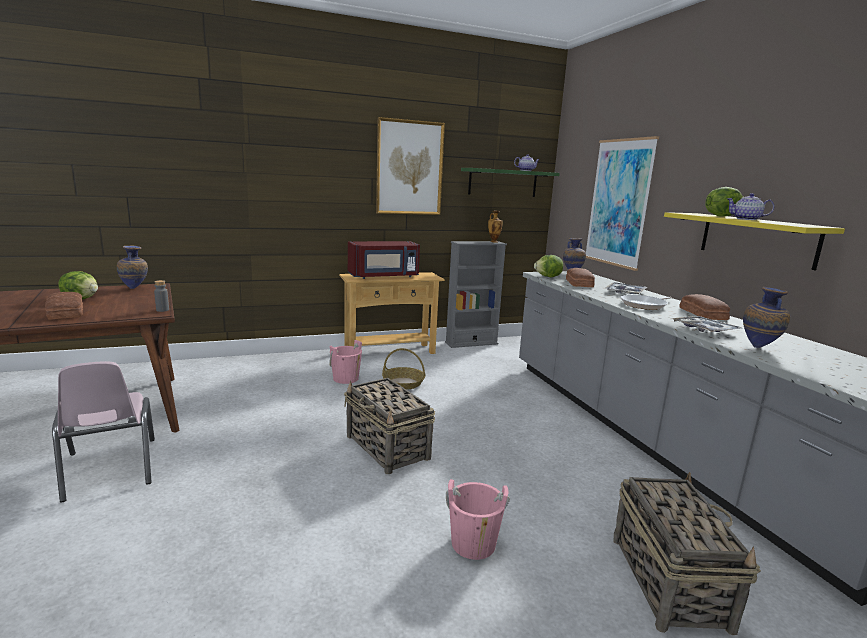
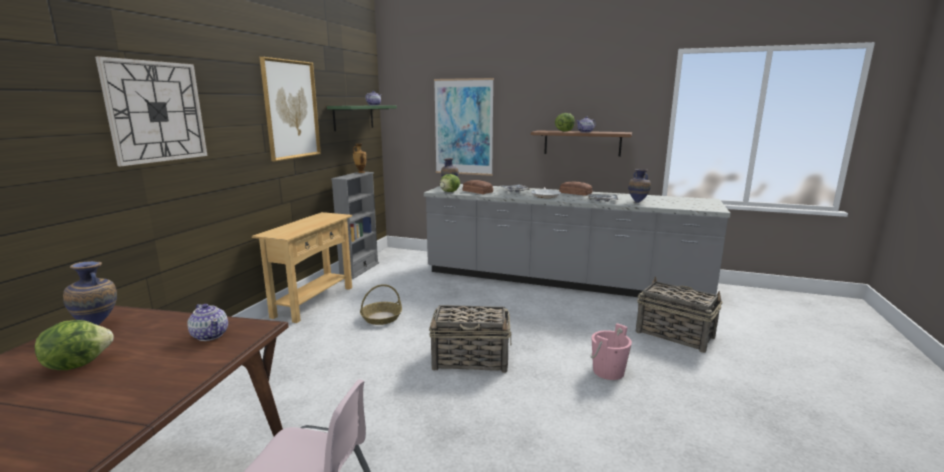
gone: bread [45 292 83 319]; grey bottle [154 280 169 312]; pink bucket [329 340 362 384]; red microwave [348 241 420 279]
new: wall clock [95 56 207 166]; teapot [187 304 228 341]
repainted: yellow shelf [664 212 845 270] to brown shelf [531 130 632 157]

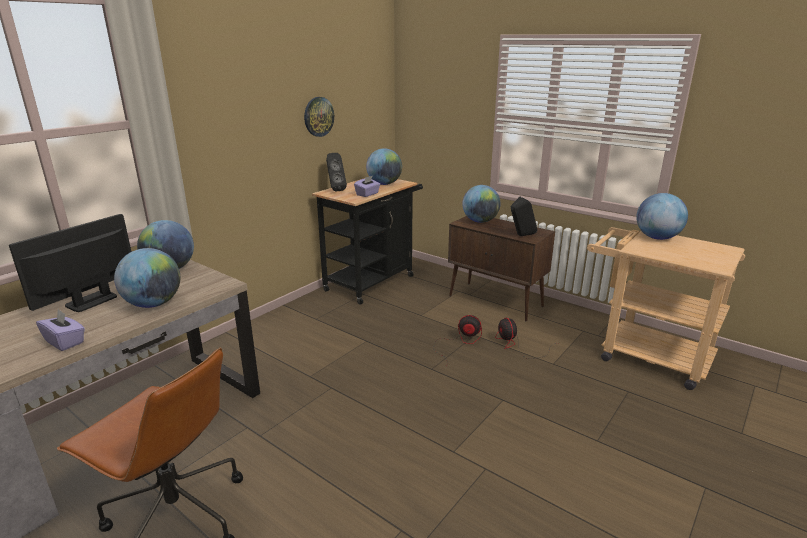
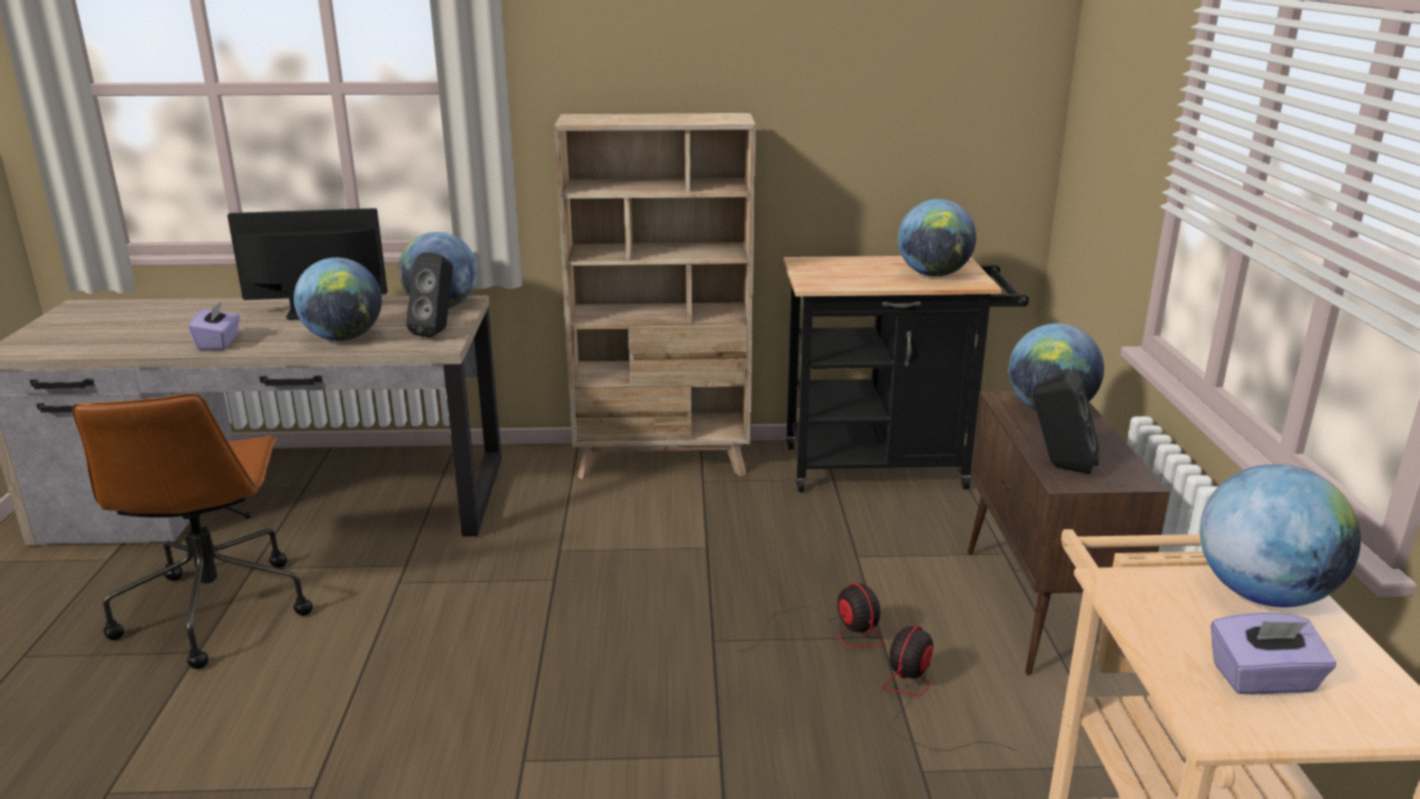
gone: wall clock [304 97 334 137]
new: beige bookcase [554 113 756 479]
shifted: black speaker [326 153 347 192] to [406 253 453 338]; purple tissue box [354 176 380 197] to [1211 612 1336 695]

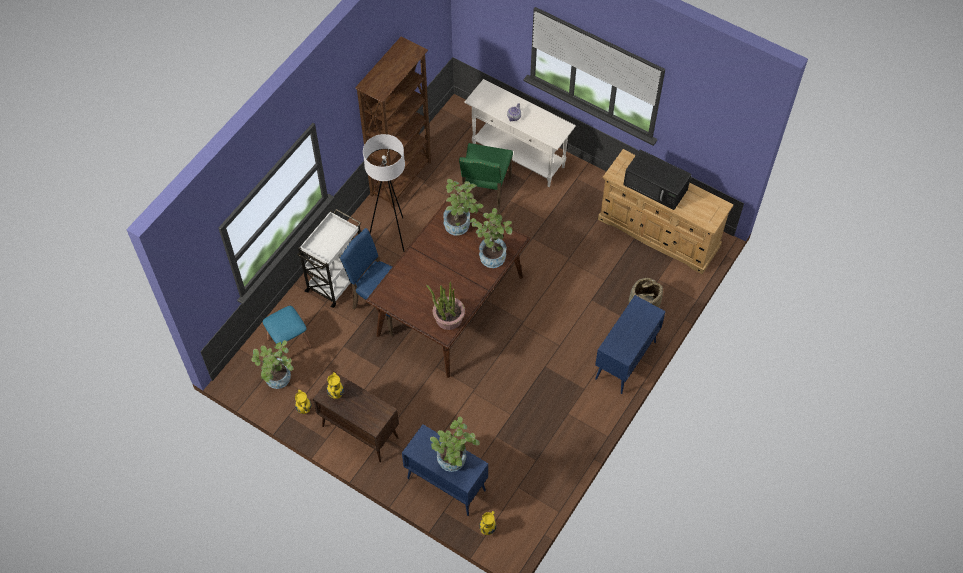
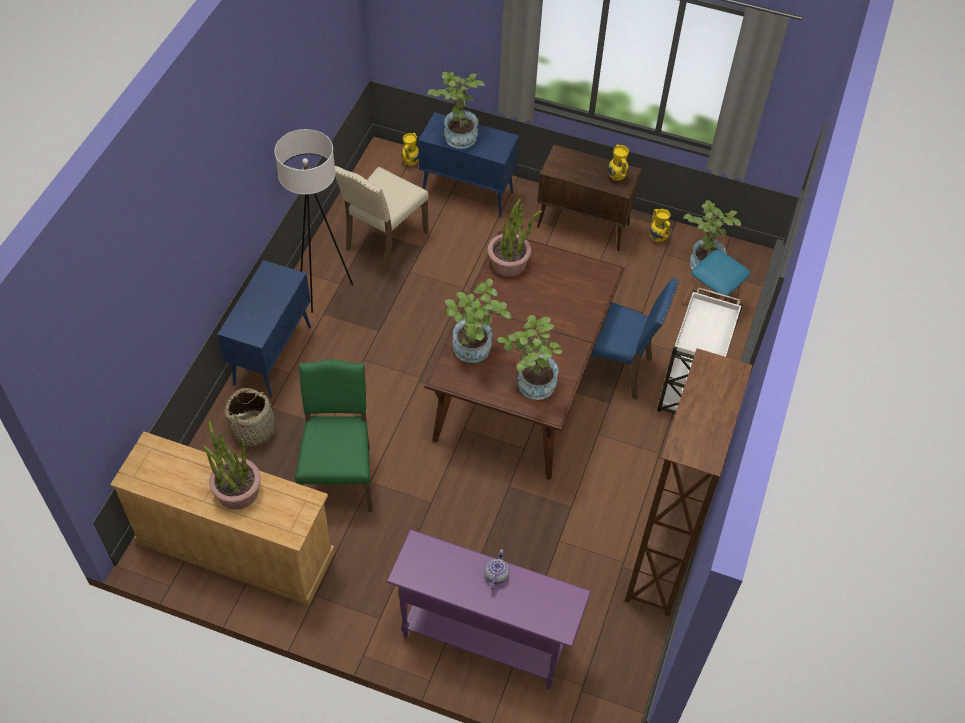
new: beige chair [335 166 429 272]
shifted: white floor lamp [363 134 405 252] to [275 129 353 313]; green chair [459 143 513 215] to [295 360 373 512]
swapped: black microwave [623 149 691 210] to potted plant [203 420 261 510]
repainted: white console table [464 79 576 187] to purple console table [387 529 591 690]

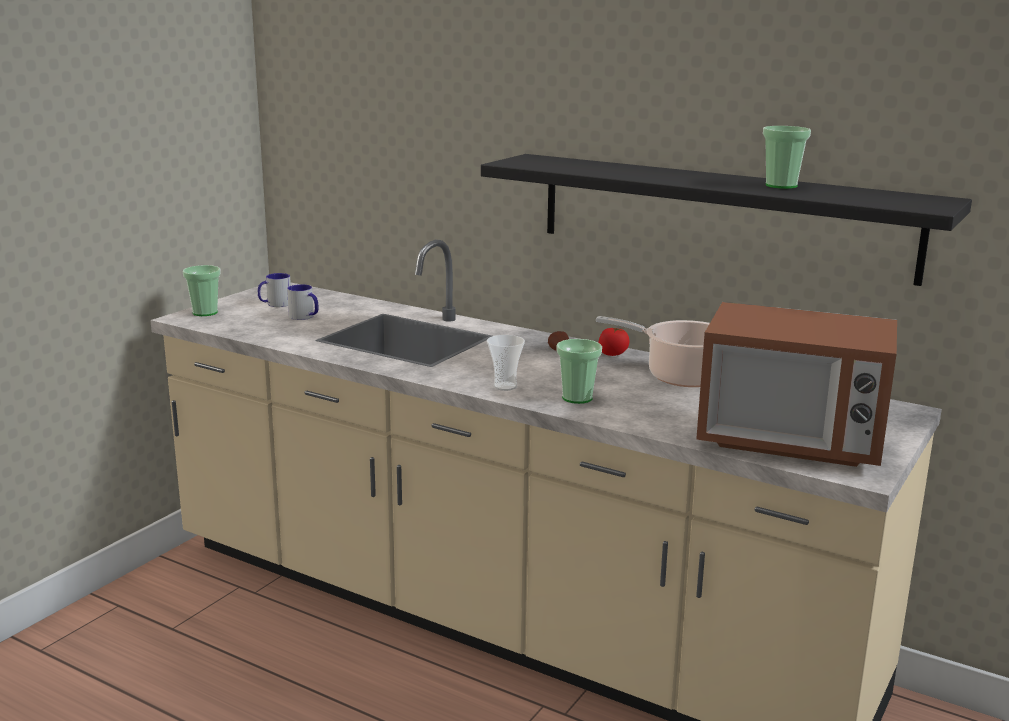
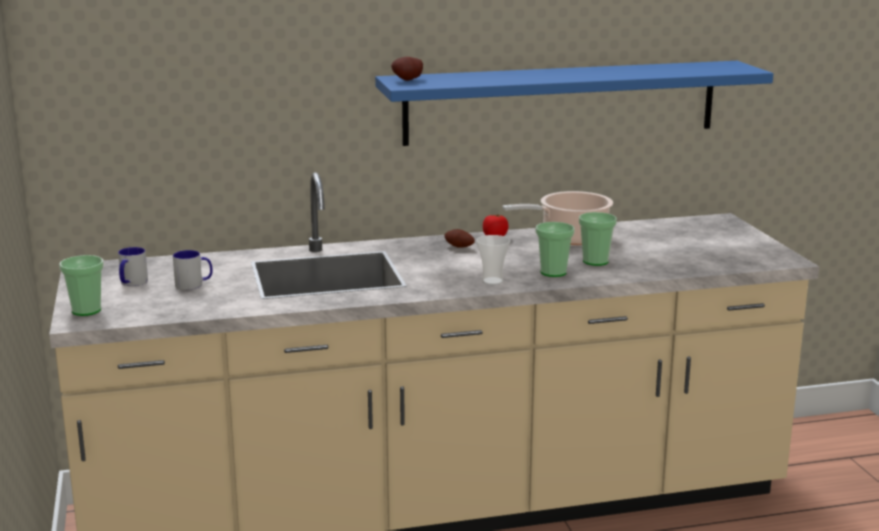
gone: microwave [696 302 897 467]
new: potato [391 57 423 81]
shifted: cup [763 126 811 189] to [579 212 617 266]
repainted: black shelf [481 154 972 286] to blue shelf [375 61 773 146]

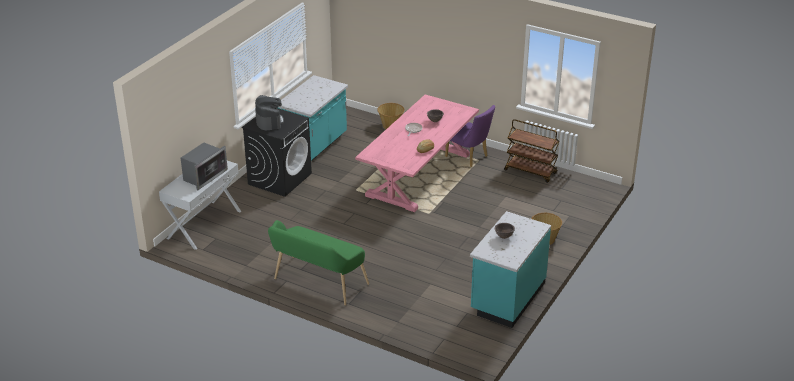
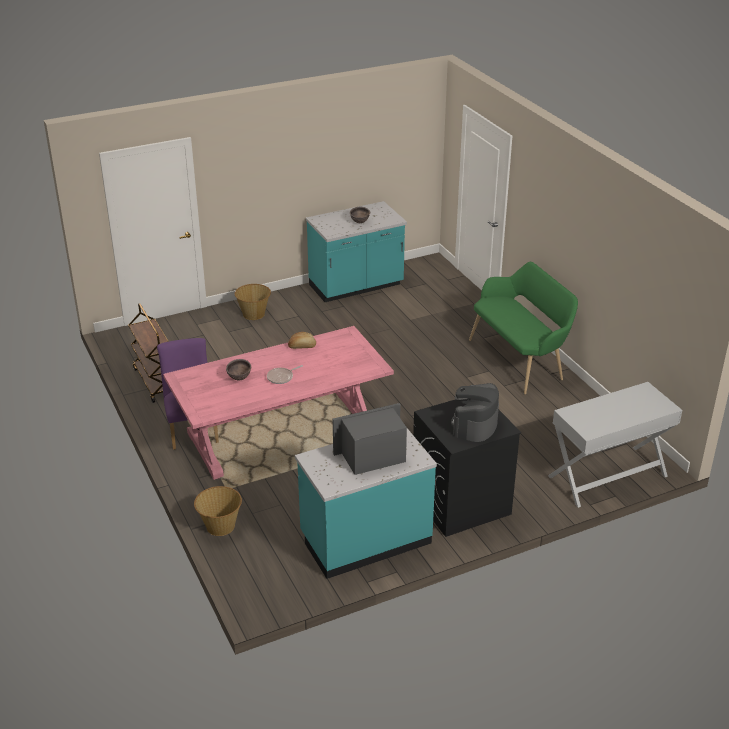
shifted: microwave [181 143 228 190] to [333 403 407 475]

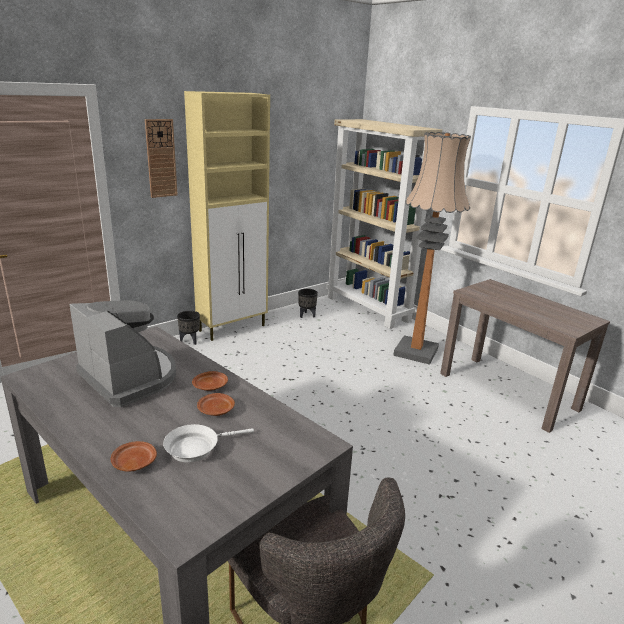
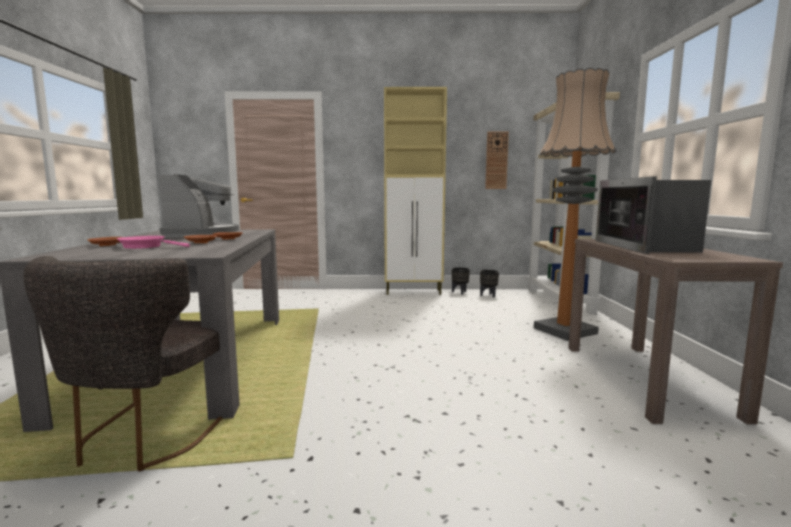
new: microwave [596 176 711 254]
shifted: wall clock [145 119 178 198] to [485 132 509 189]; black planter [177 311 200 345] to [451 267 470 295]
repainted: white frying pan [163 424 254 463] to pink frying pan [117 236 190 249]

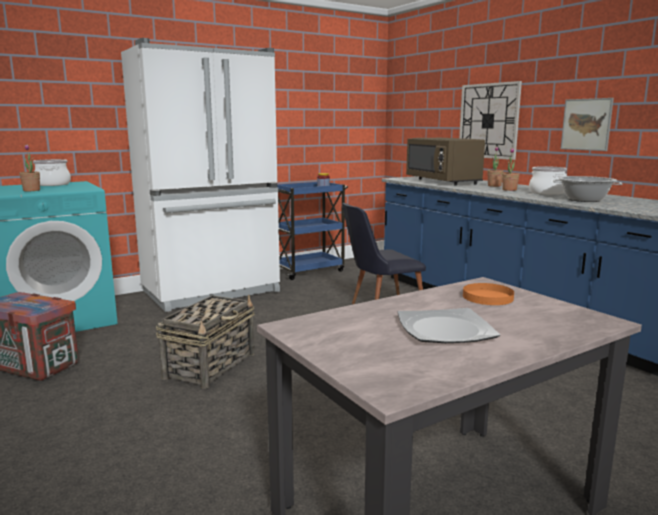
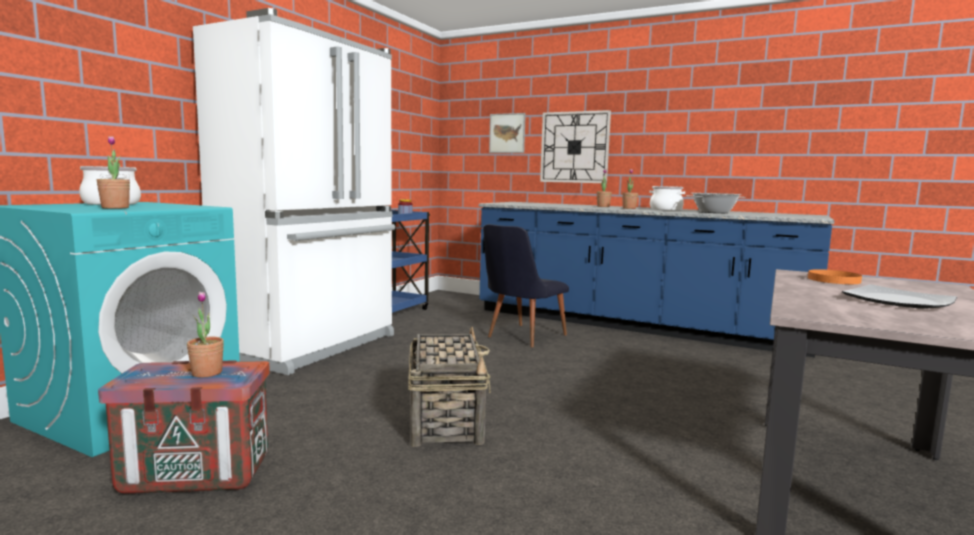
gone: brown microwave [406 138 485 185]
new: potted plant [187 292 224 378]
shifted: picture [561 98 614 151] to [489 113 526 153]

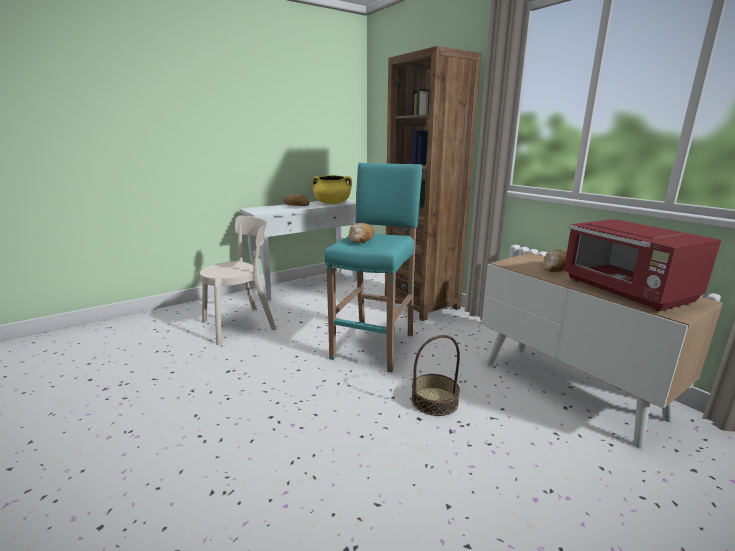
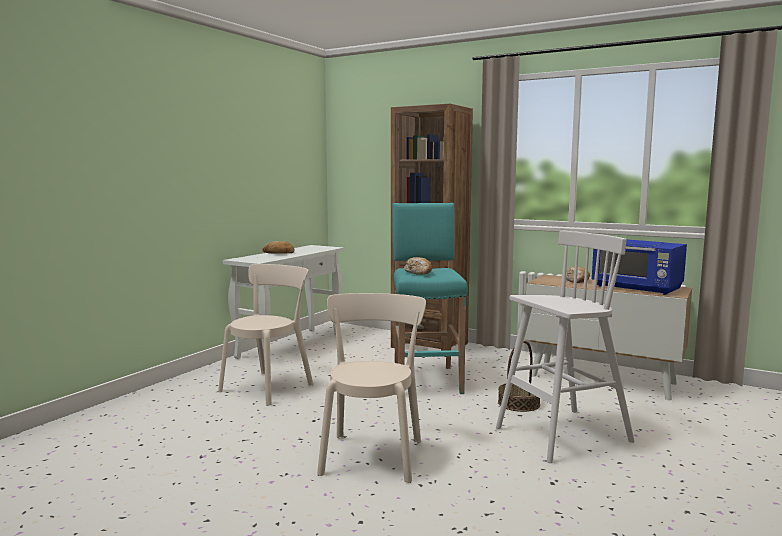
gone: yellow cooking pot [312 175 352 204]
new: beige chair [317 293 426 483]; white stool [496 230 635 463]
repainted: red microwave [563 219 721 311] to blue microwave [592 239 687 295]

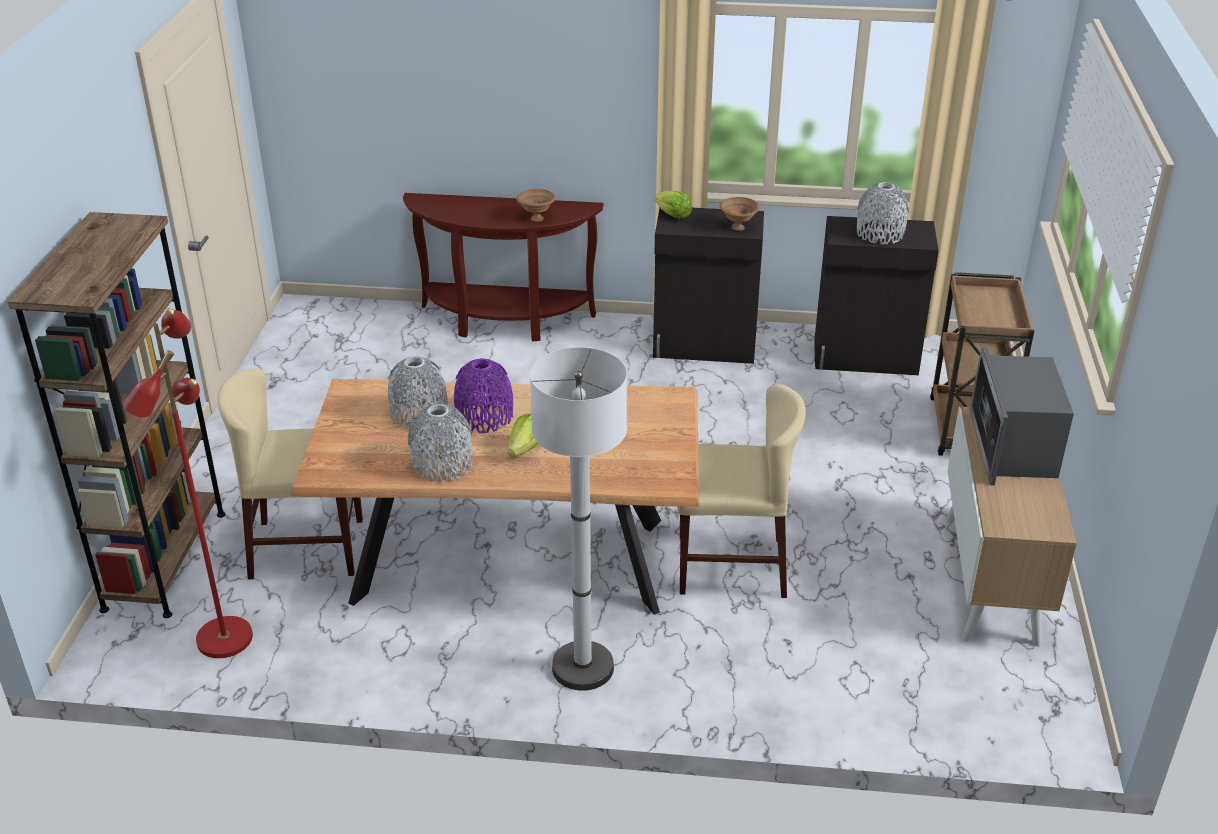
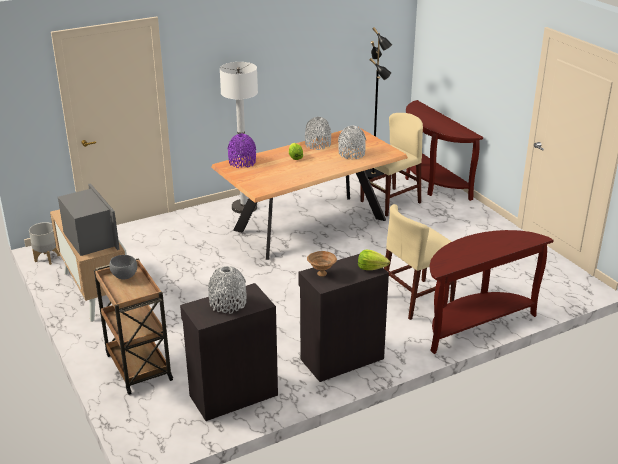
gone: brown bowl [516 189 556 222]
new: grey planter [29 222 60 265]; grey bowl [109 255 137 280]
shifted: purple vase [454 358 513 434] to [228 134 256 168]; beige chair [677 384 806 598] to [384 204 457 320]
swapped: brown bookcase [7 212 226 618] to brown console table [405 100 483 201]
repainted: red floor lamp [123 308 253 658] to black floor lamp [366 27 392 179]

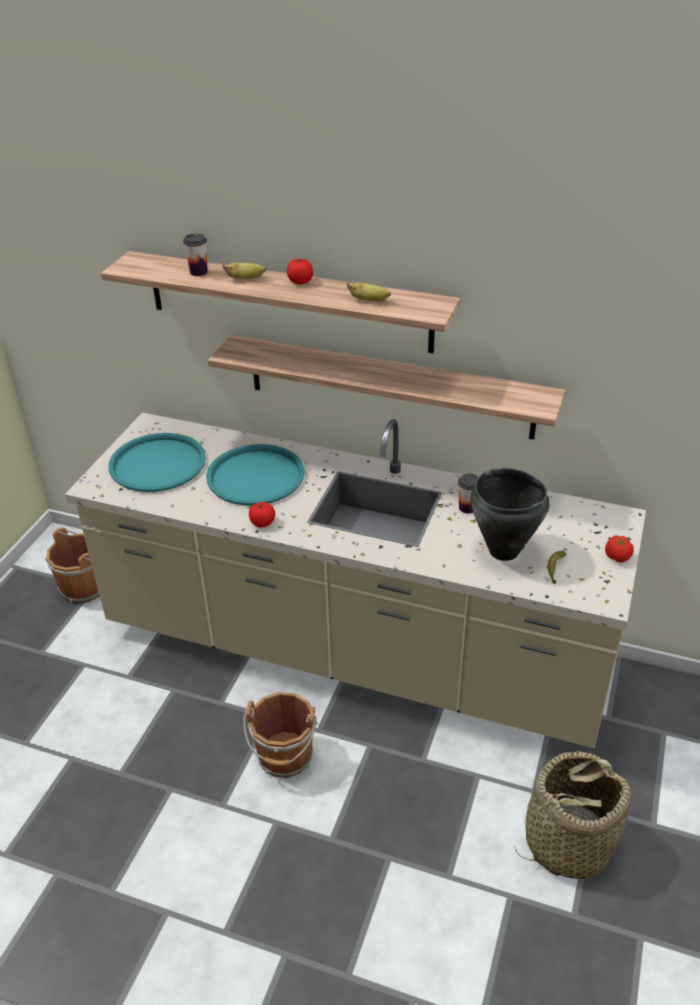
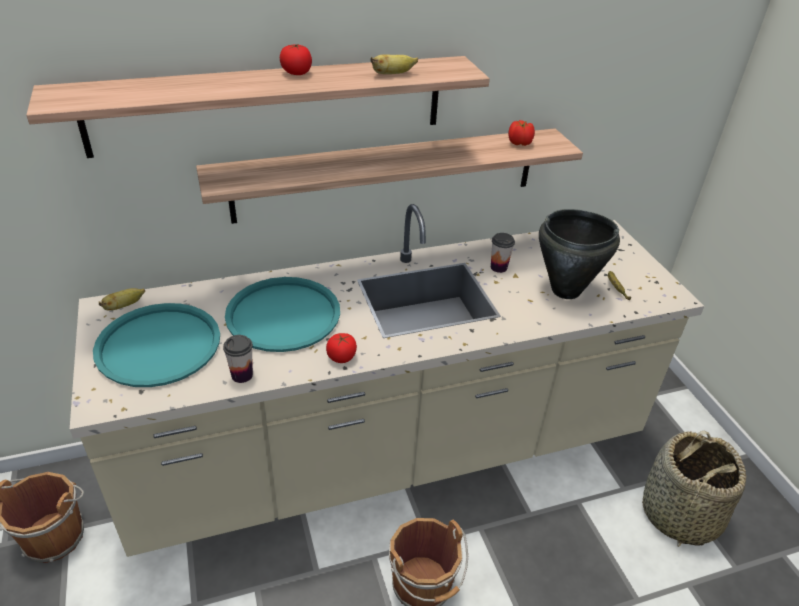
shifted: cup [183 233 208 276] to [223 335 253 383]; banana [223 263 266 279] to [99 288 145 311]; tomato [605 535 634 563] to [508 120 535 146]

